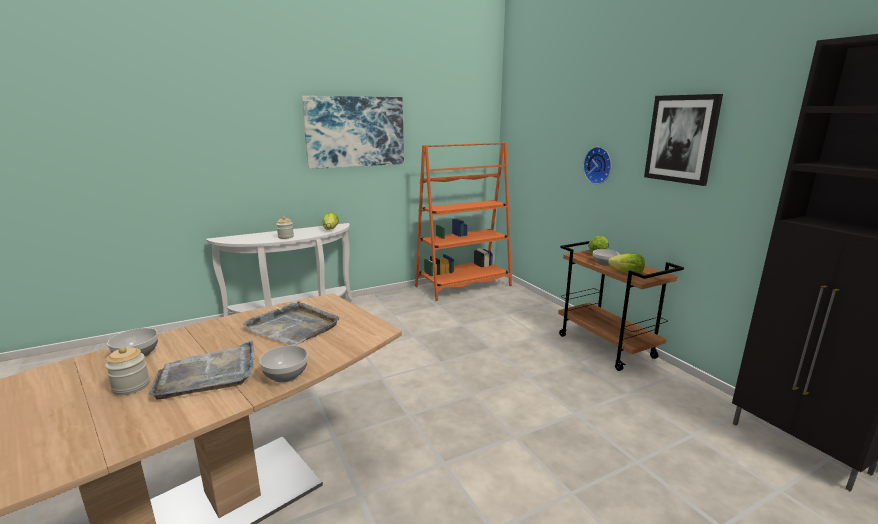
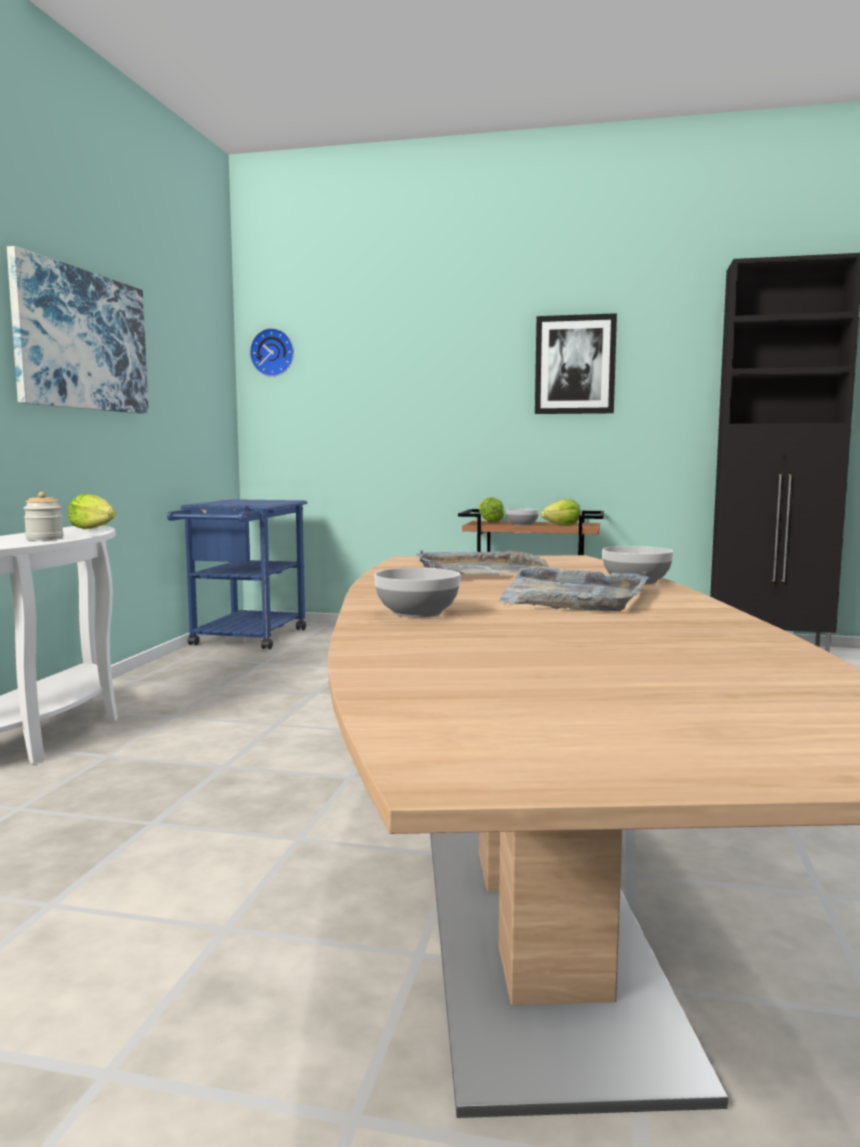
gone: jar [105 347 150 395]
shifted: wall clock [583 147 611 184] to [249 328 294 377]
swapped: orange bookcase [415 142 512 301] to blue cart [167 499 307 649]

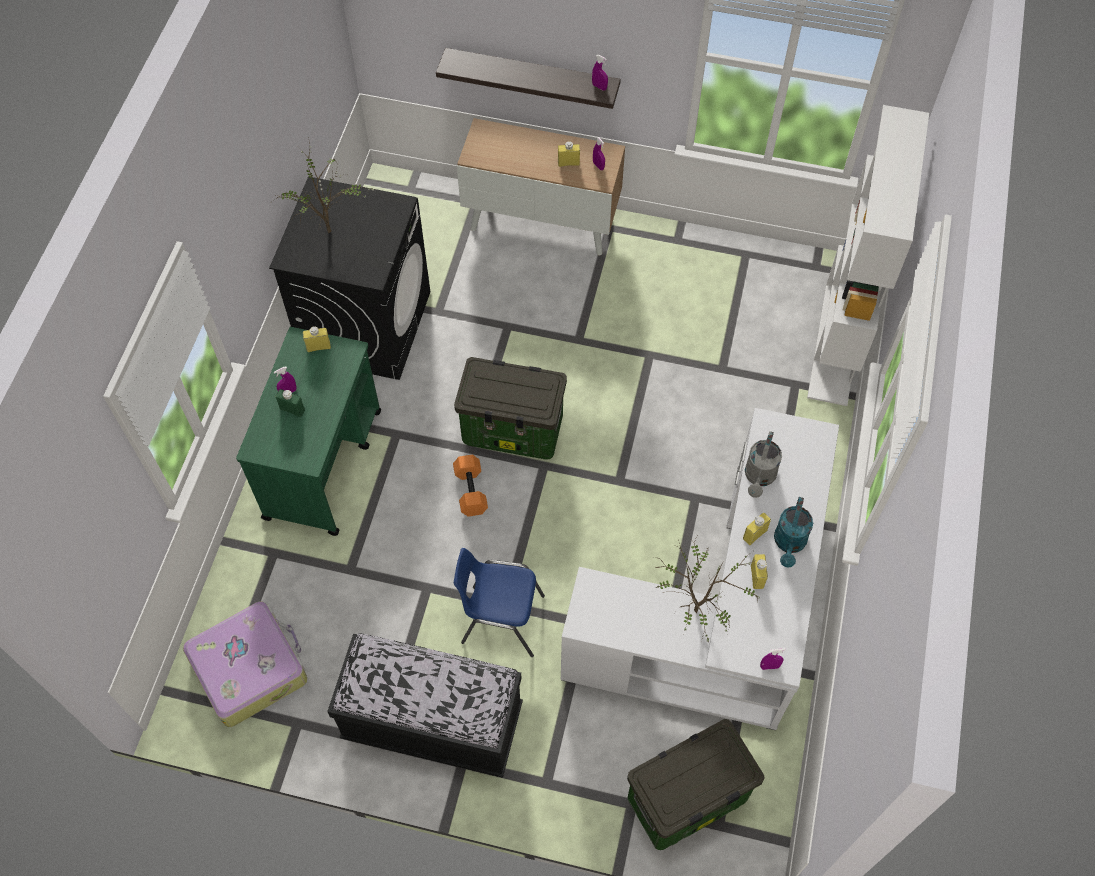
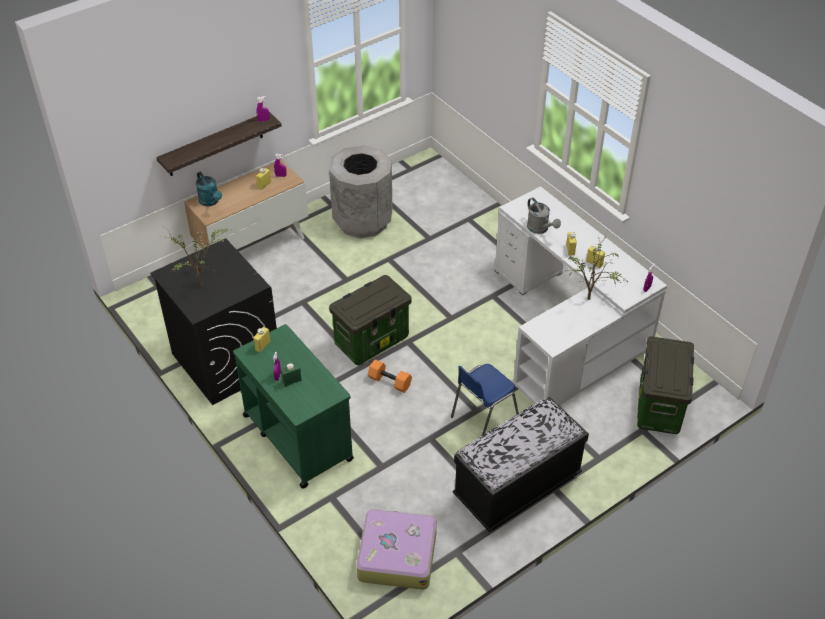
gone: white bookcase [807 105 929 406]
new: grey trash can [329 146 392 238]
shifted: turquoise watering can [774 497 813 567] to [196 172 222 206]

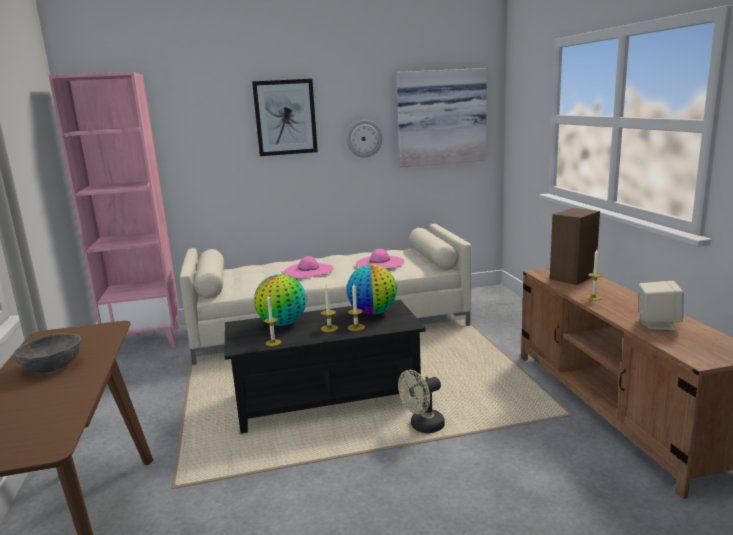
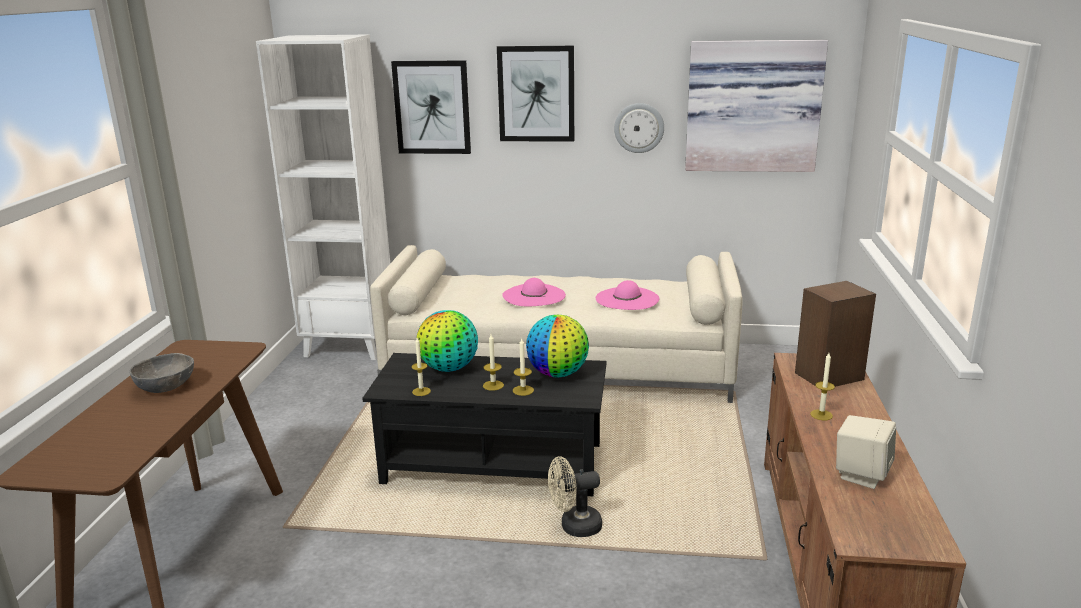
new: picture [391 60 471 154]
repainted: pink bookcase [49 72 180 347] to white bookcase [256 34 390 360]

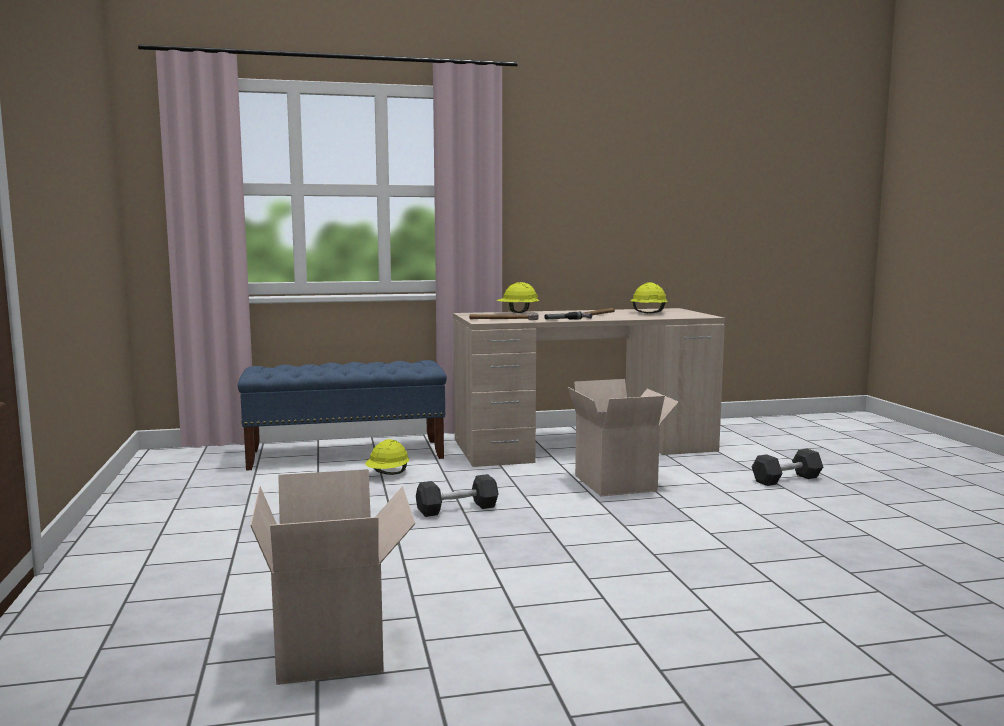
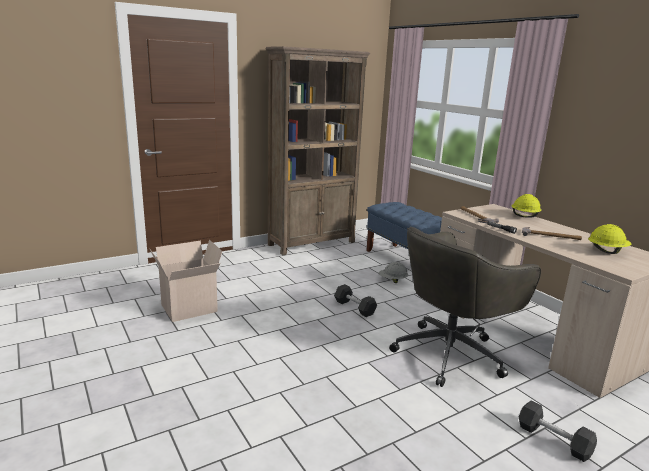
new: brown bookcase [265 46 370 255]
swapped: cardboard box [568 379 679 496] to grey office chair [389 227 541 387]
repainted: yellow hard hat [365 439 409 475] to grey hard hat [378 262 408 283]

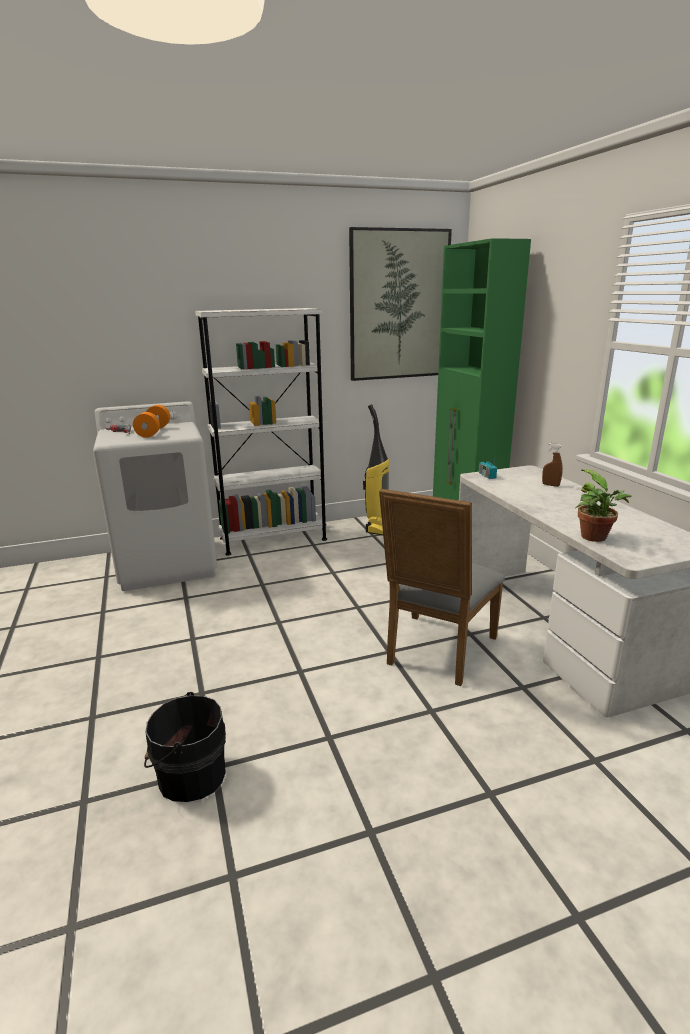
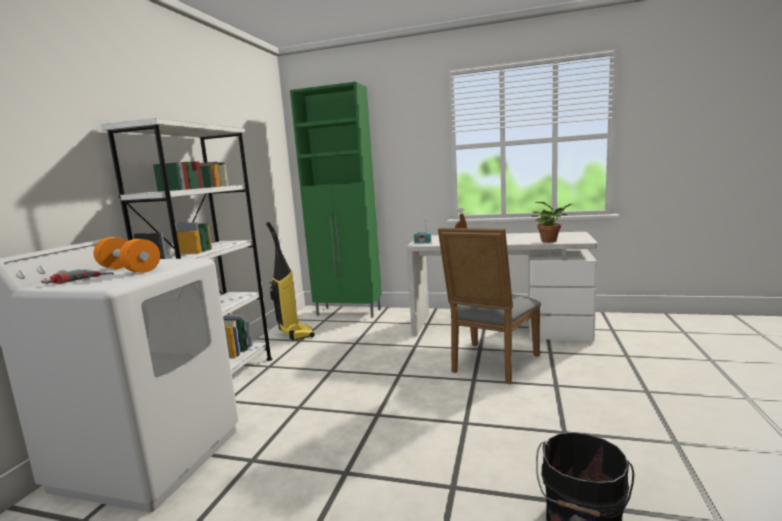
gone: picture [349 227 452 381]
rotated: grey chair [379 489 505 686] = [438 228 541 384] 60 degrees clockwise

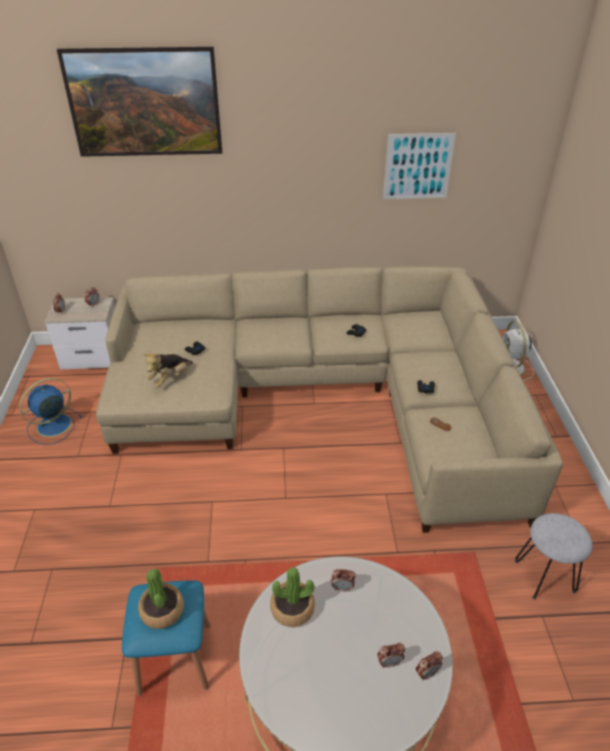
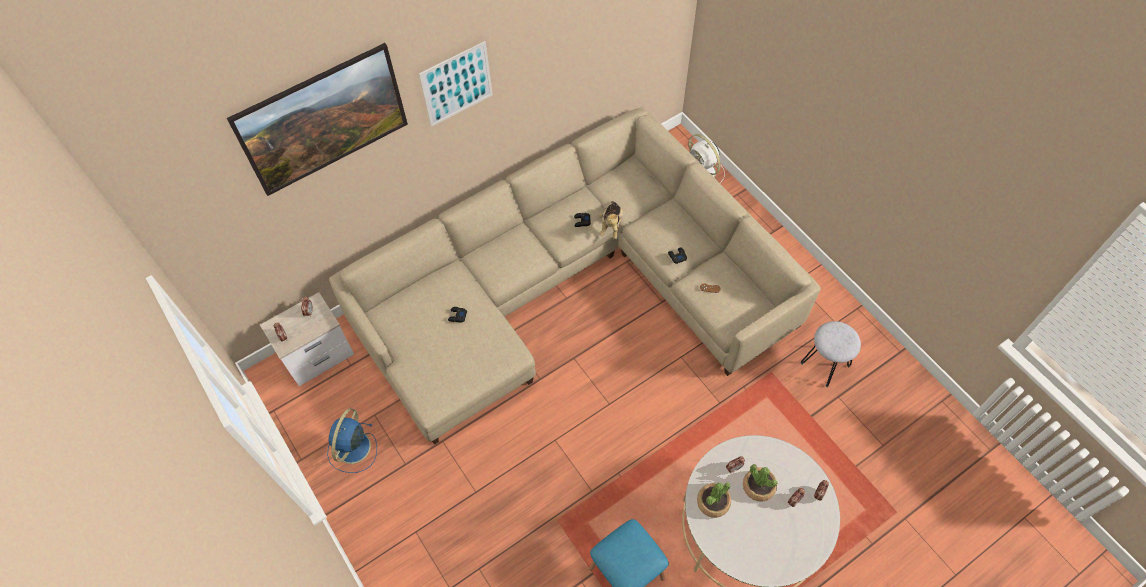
shifted: potted plant [138 569 184 629] to [743 464 778 502]; plush toy [143 353 193 387] to [599 201 623 239]; picture [383 133 456 199] to [419 41 493 127]

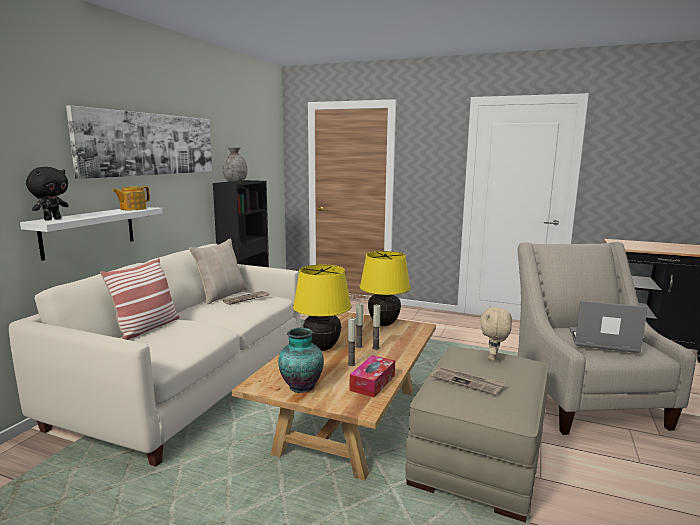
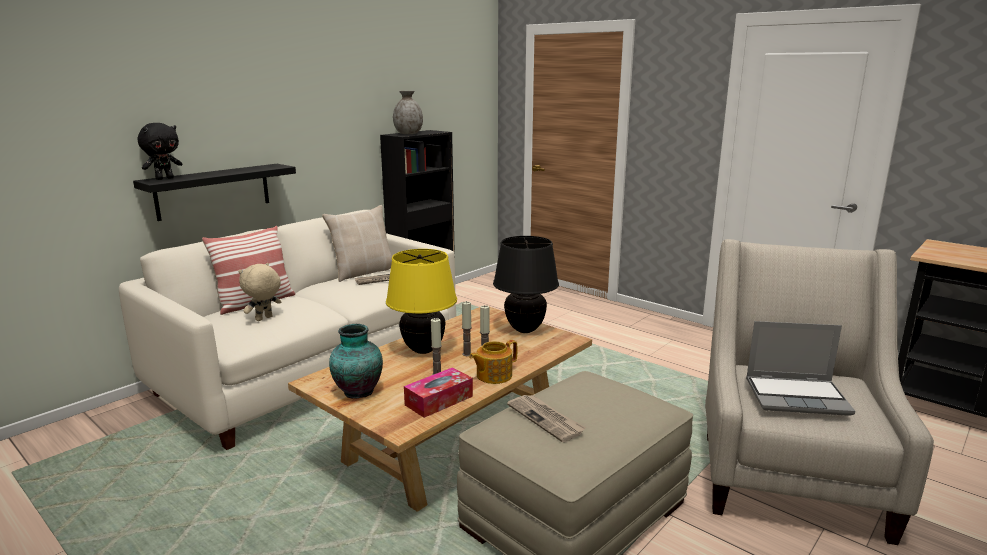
gone: picture [66 105 212 179]
shifted: teapot [112 186 150 210] to [469 340 517 384]; beige plush toy [480 306 512 361] to [239 263 282 321]
repainted: white shelf [20 207 162 261] to black shelf [133 164 296 221]; yellow table lamp [360 251 411 326] to black table lamp [493 236 559 333]
rotated: laptop [569 300 648 353] = [746 321 855 416] 150 degrees clockwise

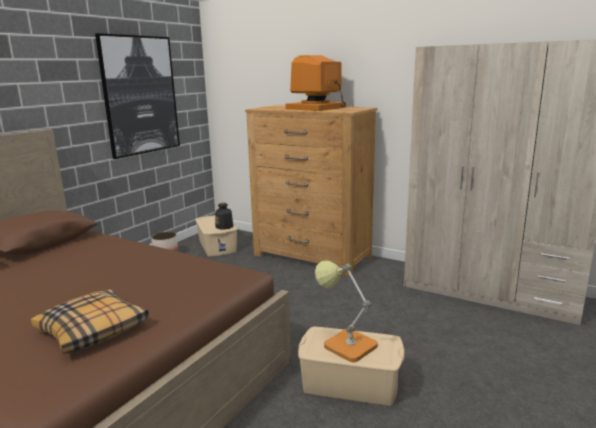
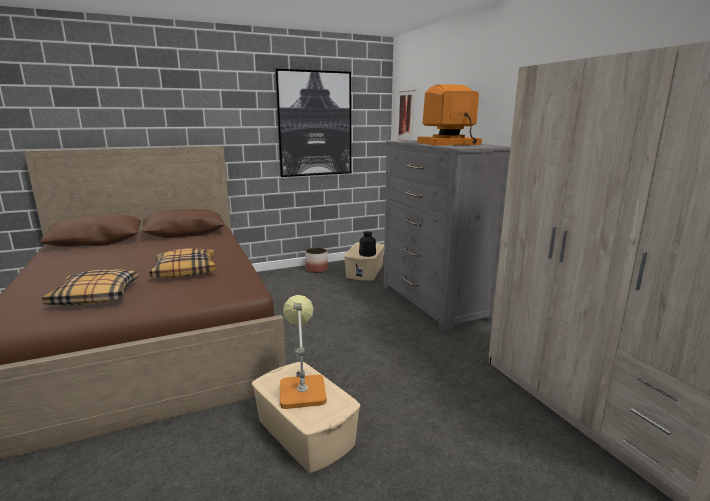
new: pillow [149 248 216 278]; picture [398 90 416 141]
repainted: brown dresser [245 105 377 276] to grey dresser [384 140 511 333]

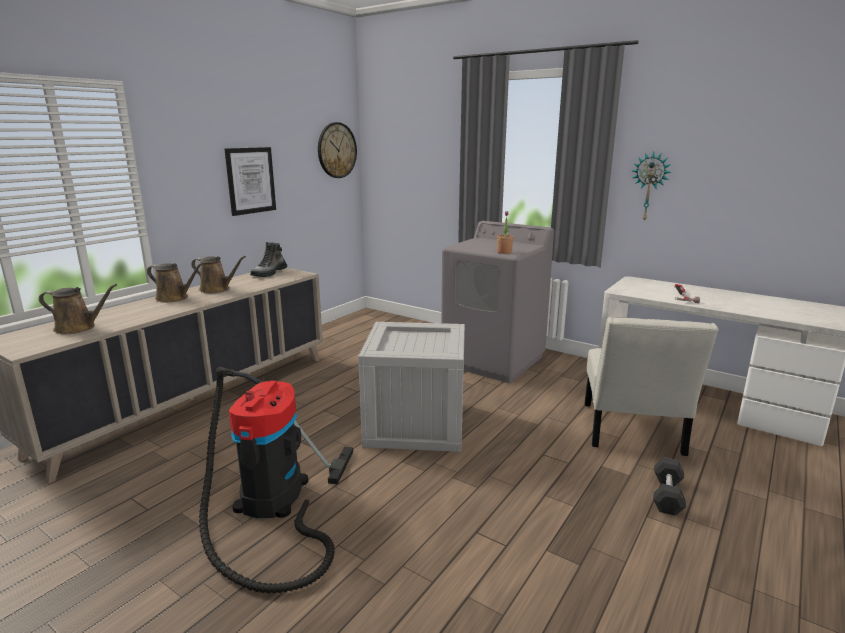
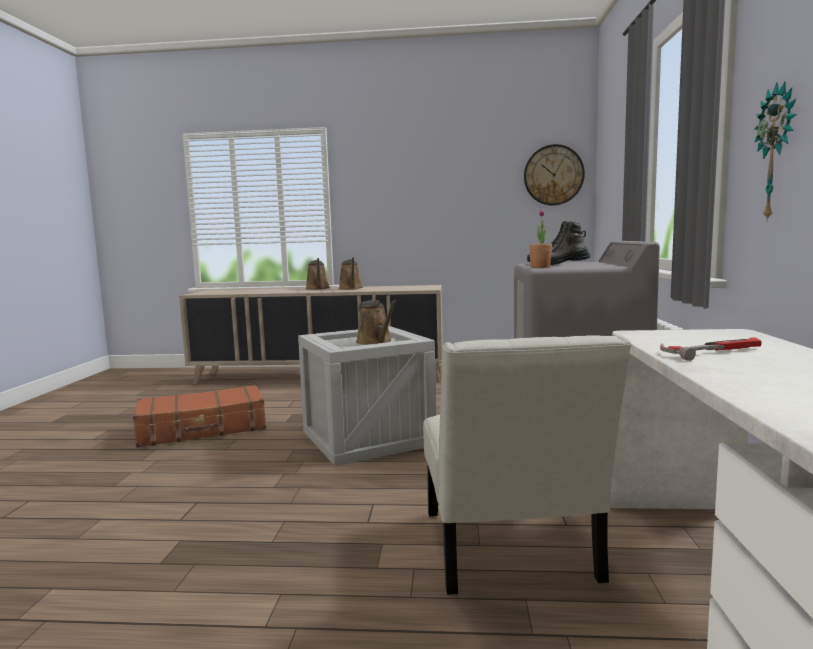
gone: picture [224 147 276 216]; grey dumbbell [653 457 686 516]
shifted: brown watering can [39 284 117 334] to [356 300 397 345]; boot [250 242 287 277] to [527 221 591 265]
swapped: vacuum cleaner [199 367 353 594] to brown suitcase [133 385 266 448]
rotated: white chair [584 317 718 456] = [423 335 632 595] 75 degrees counterclockwise

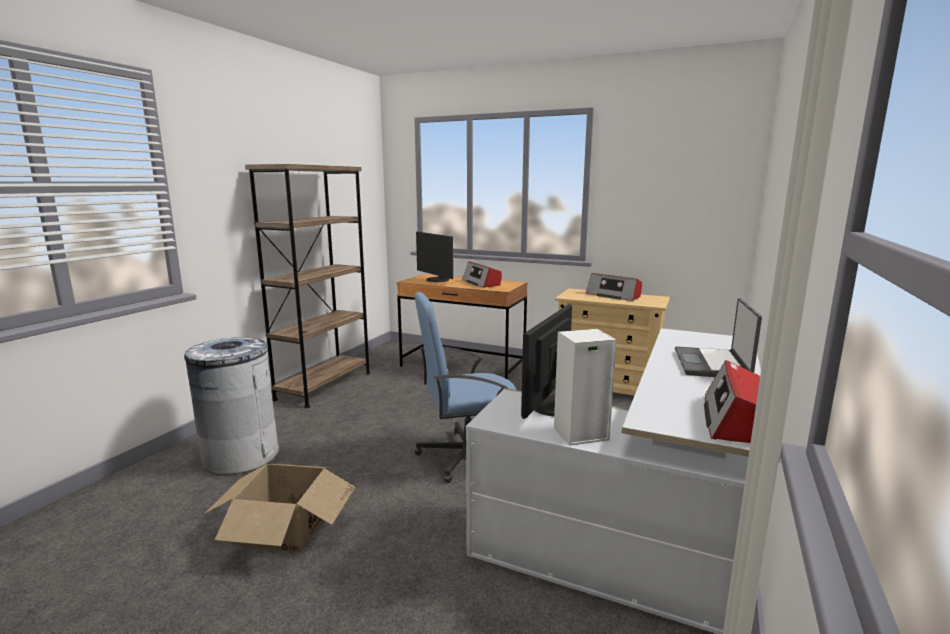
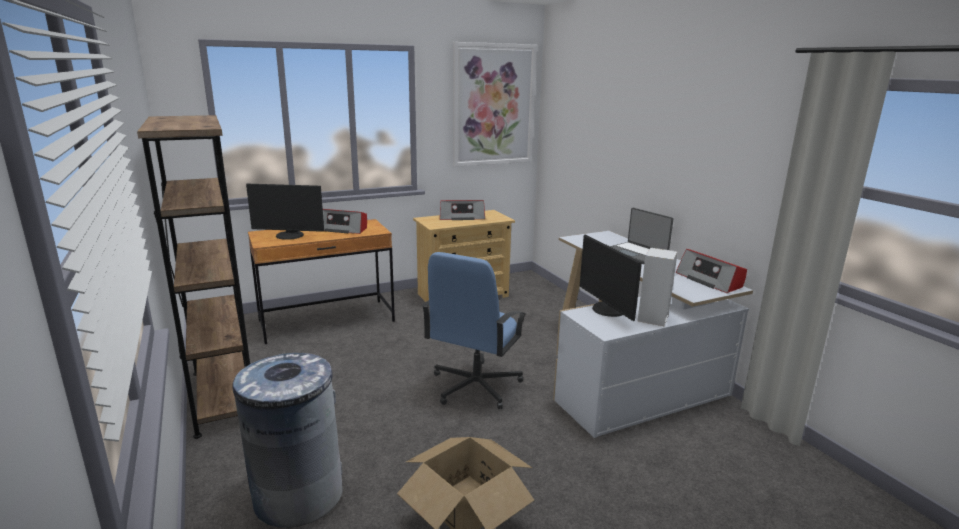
new: picture [453 42 537 167]

